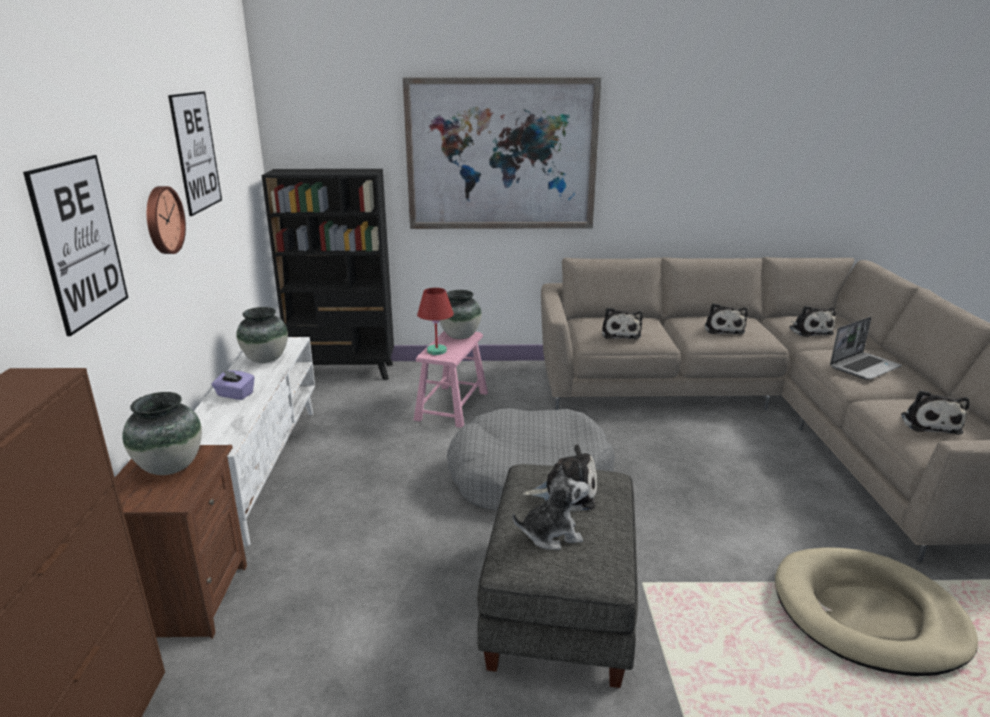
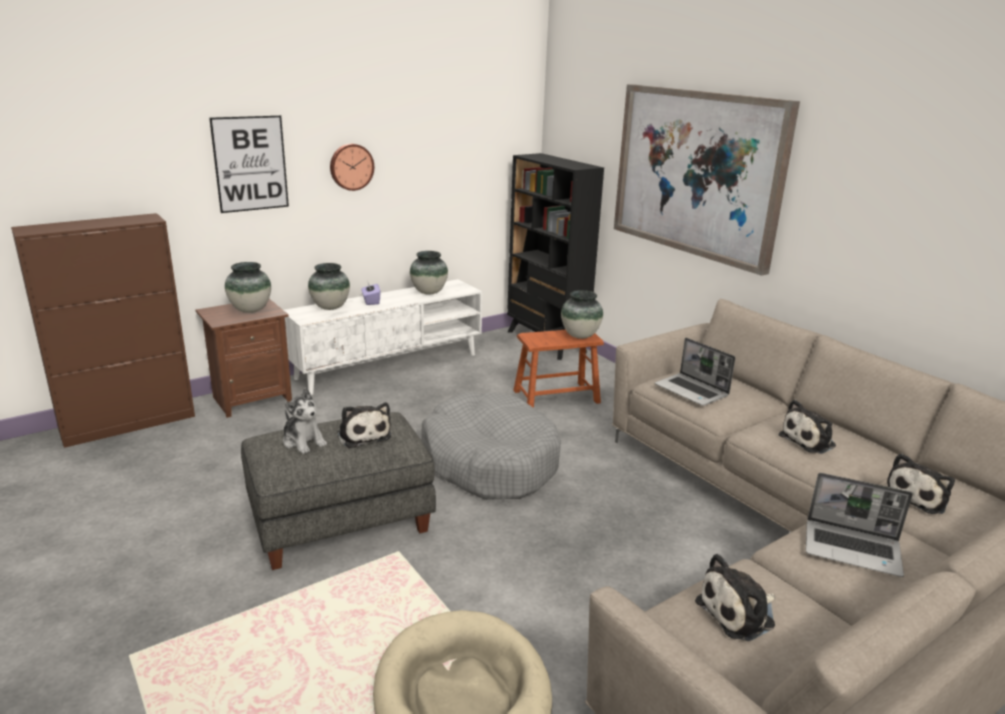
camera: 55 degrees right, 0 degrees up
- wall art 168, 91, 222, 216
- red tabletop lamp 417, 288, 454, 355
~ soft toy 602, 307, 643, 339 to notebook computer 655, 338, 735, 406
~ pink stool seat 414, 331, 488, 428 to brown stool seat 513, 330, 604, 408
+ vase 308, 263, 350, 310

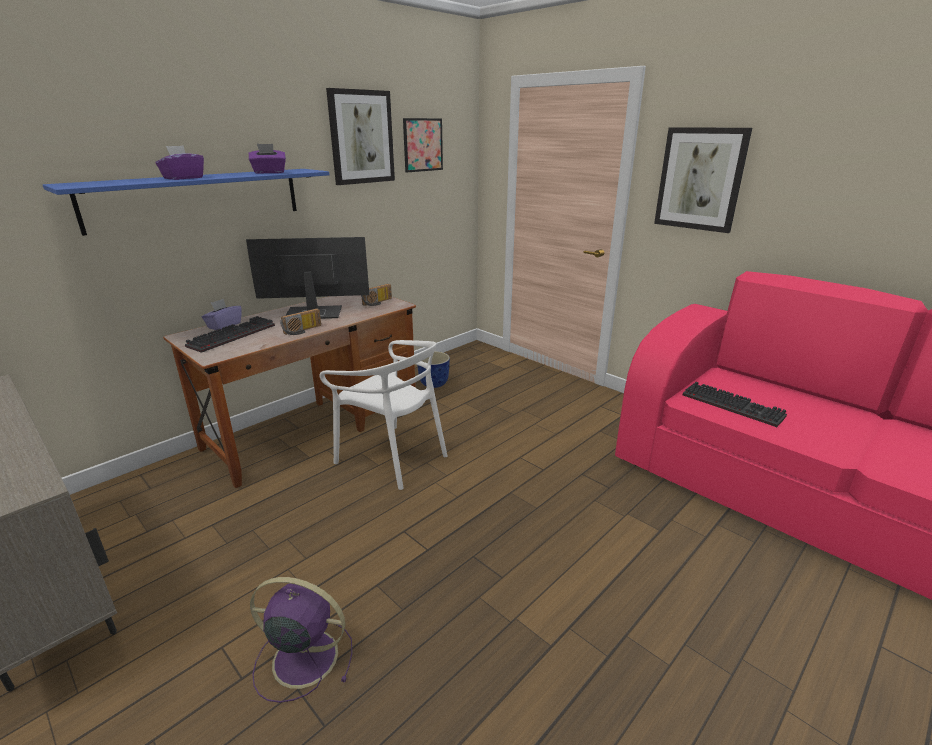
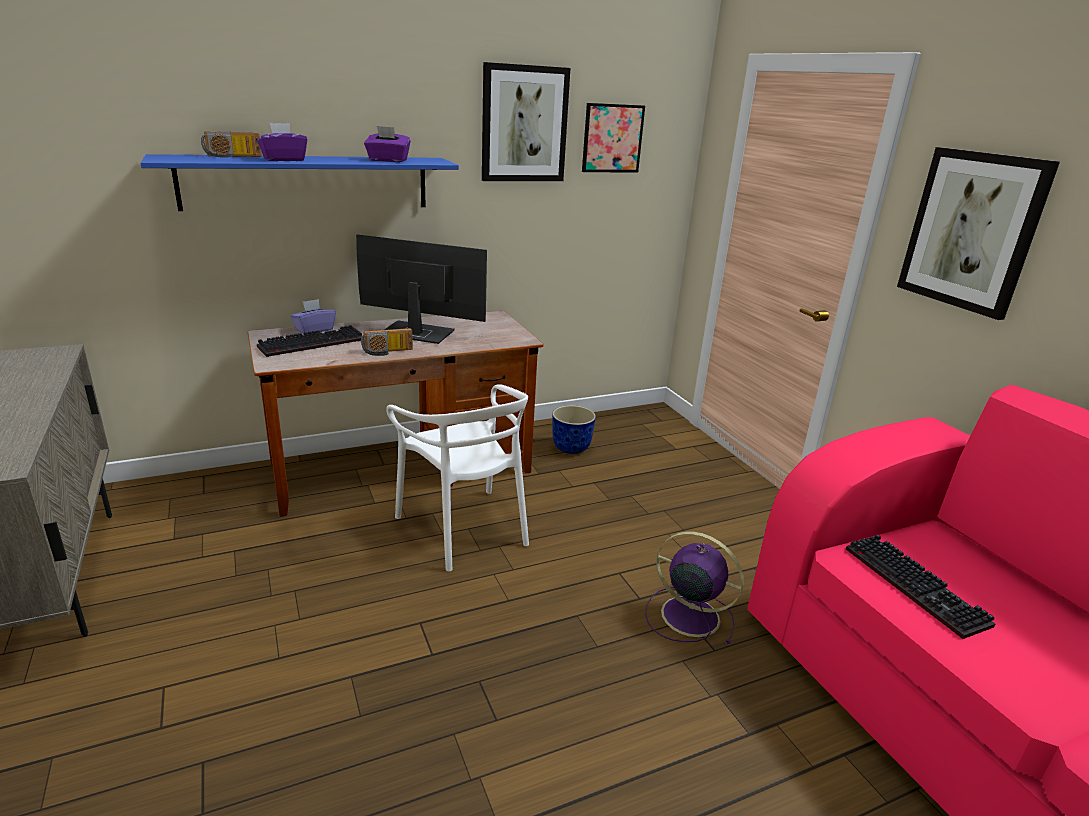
camera: 20 degrees right, 0 degrees up
~ radio receiver 361, 284, 392, 306 to 201, 131, 262, 157
~ purple fan 250, 577, 352, 703 to 645, 531, 744, 644

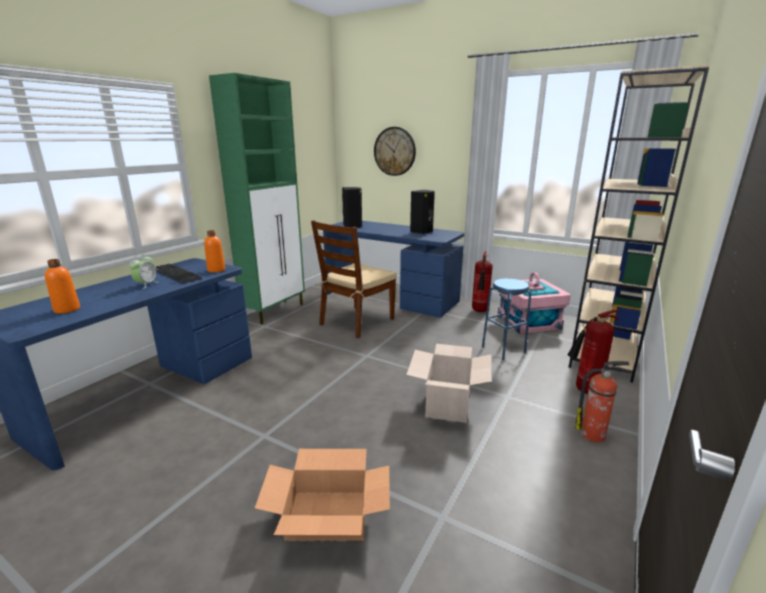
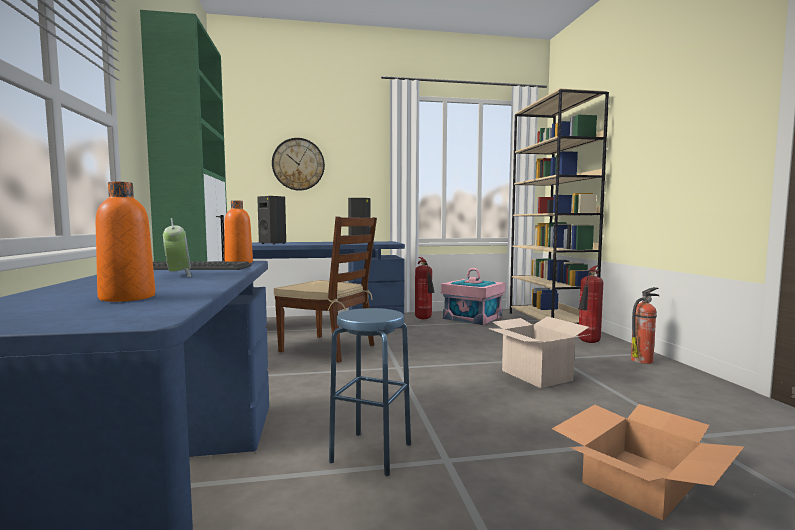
camera: 40 degrees left, 15 degrees down
~ brown upright chair 311, 220, 397, 338 = 274, 217, 377, 363 60 degrees counterclockwise
~ blue stool seat 482, 279, 531, 360 to 329, 308, 411, 476

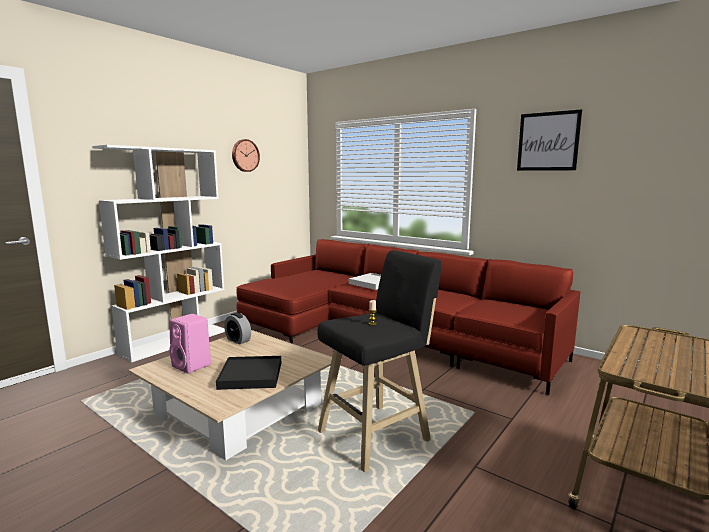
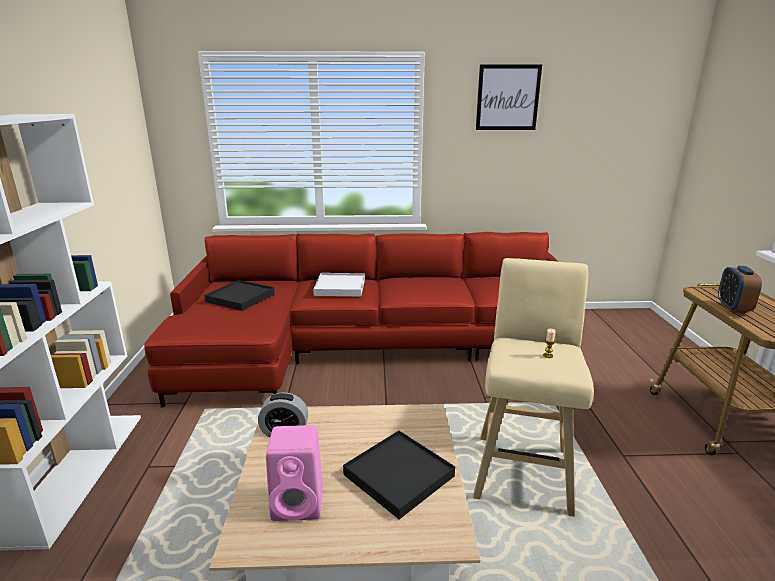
camera: 40 degrees left, 10 degrees up
- clock on the wall 232, 139, 260, 172
~ black stool seat 317, 250, 441, 473 to beige stool seat 473, 258, 594, 517
+ alarm clock 718, 266, 762, 313
+ black carrying tray 204, 280, 275, 311

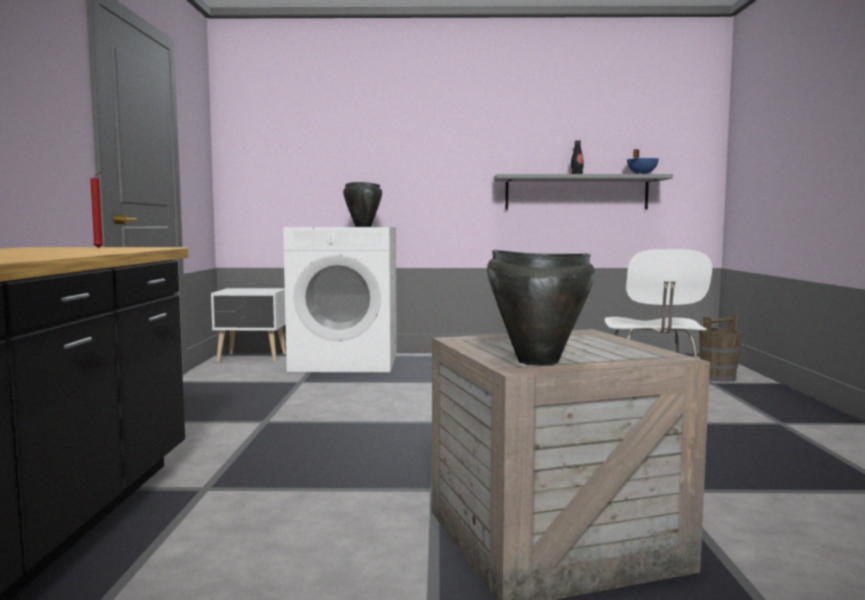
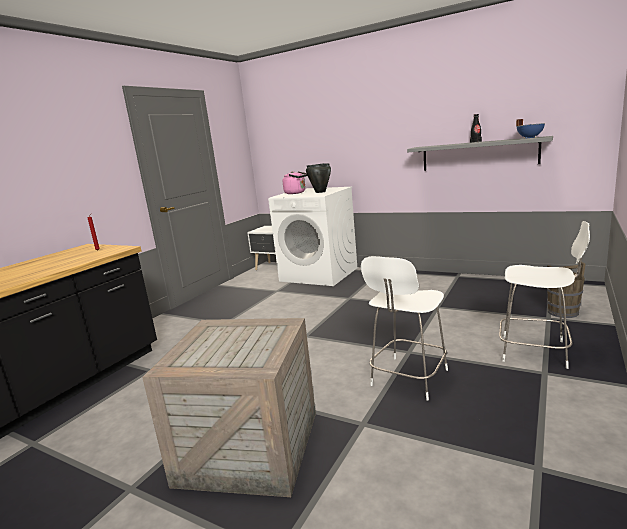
camera: 30 degrees right, 10 degrees up
- black saucepot 487, 250, 595, 366
+ pink water kettle 282, 171, 307, 194
+ white-coloured stool seat 499, 221, 590, 369

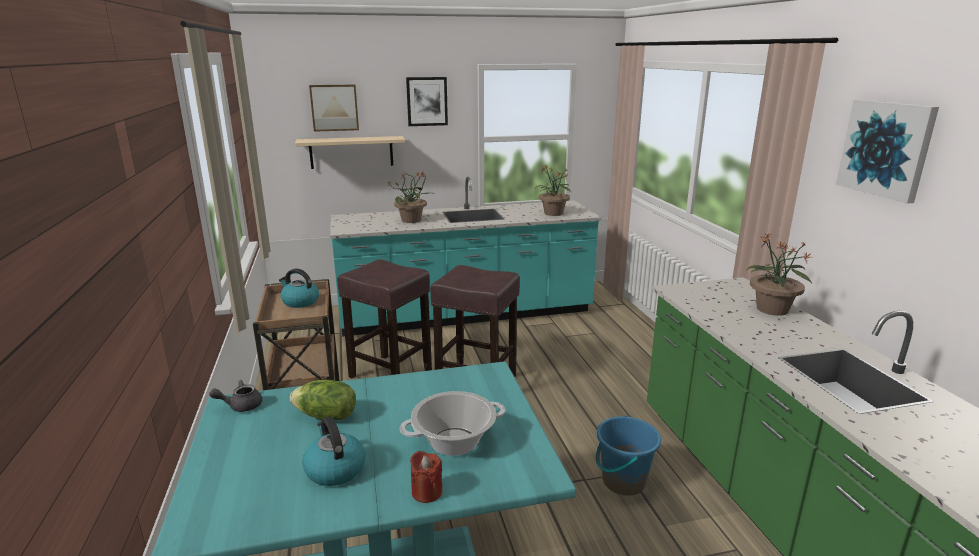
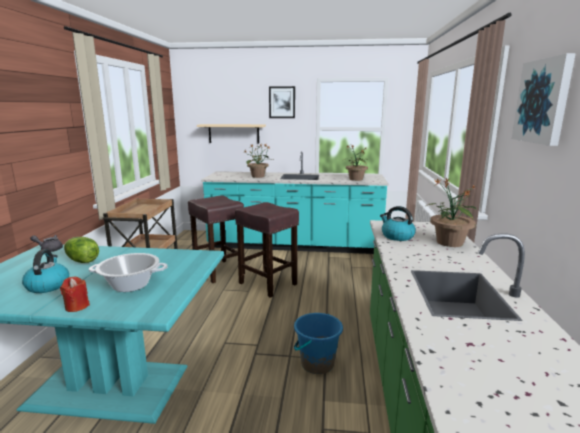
camera: 20 degrees right, 5 degrees down
- wall art 309, 84, 359, 132
~ water kettle 279, 269, 319, 308 to 380, 206, 416, 241

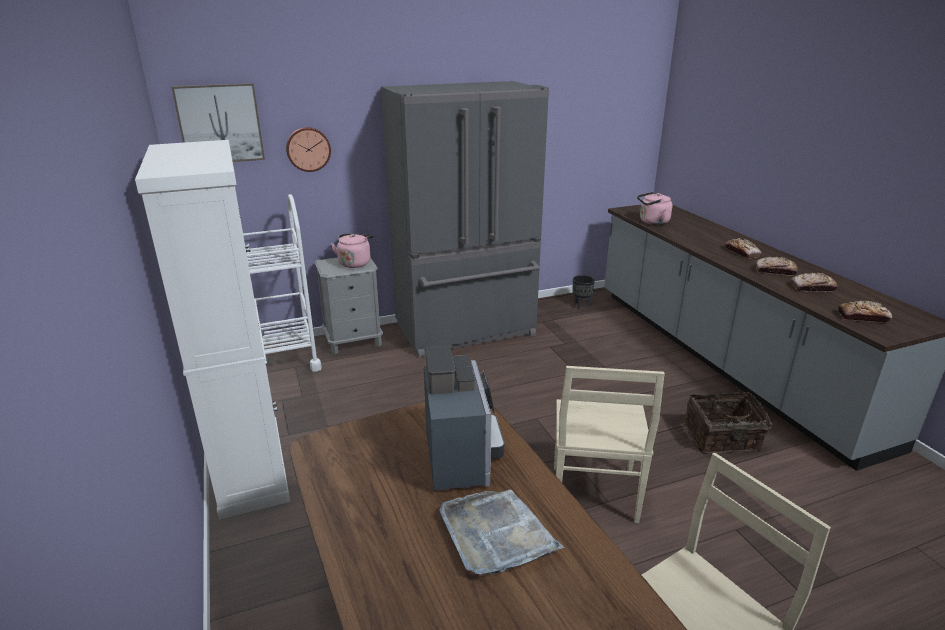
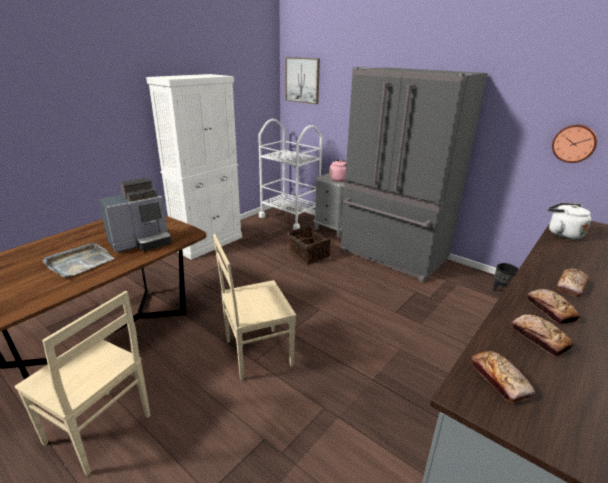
camera: 60 degrees right, 0 degrees up
~ clock on the wall 286, 127, 331, 172 to 552, 125, 597, 163
~ pink water kettle 637, 192, 673, 225 to white-coloured water kettle 548, 203, 591, 239
~ storage basket 684, 392, 774, 454 to 288, 226, 331, 264

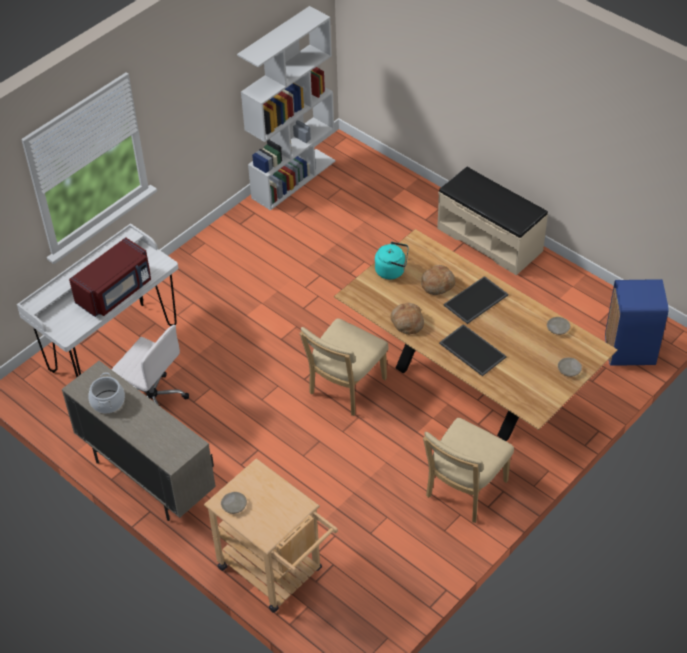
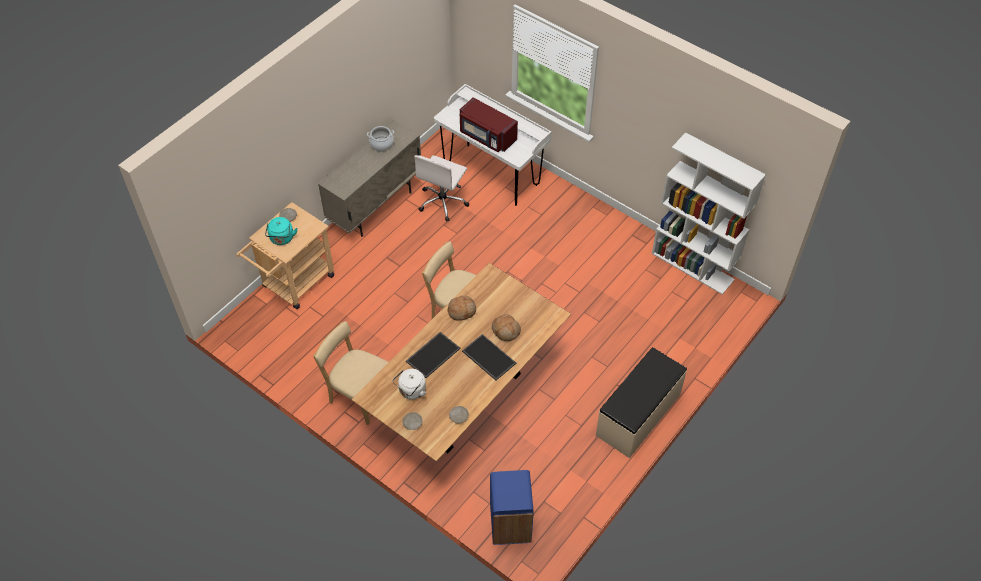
camera: 85 degrees right, 5 degrees up
~ blue-green water kettle 375, 242, 409, 279 to 265, 217, 298, 245
+ white-coloured water kettle 392, 369, 426, 400

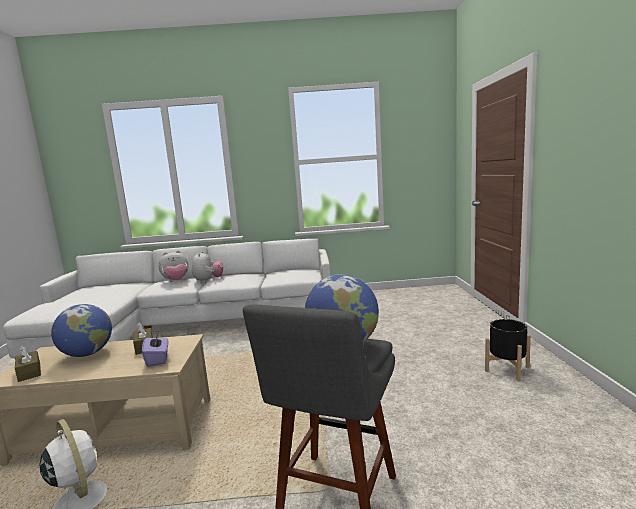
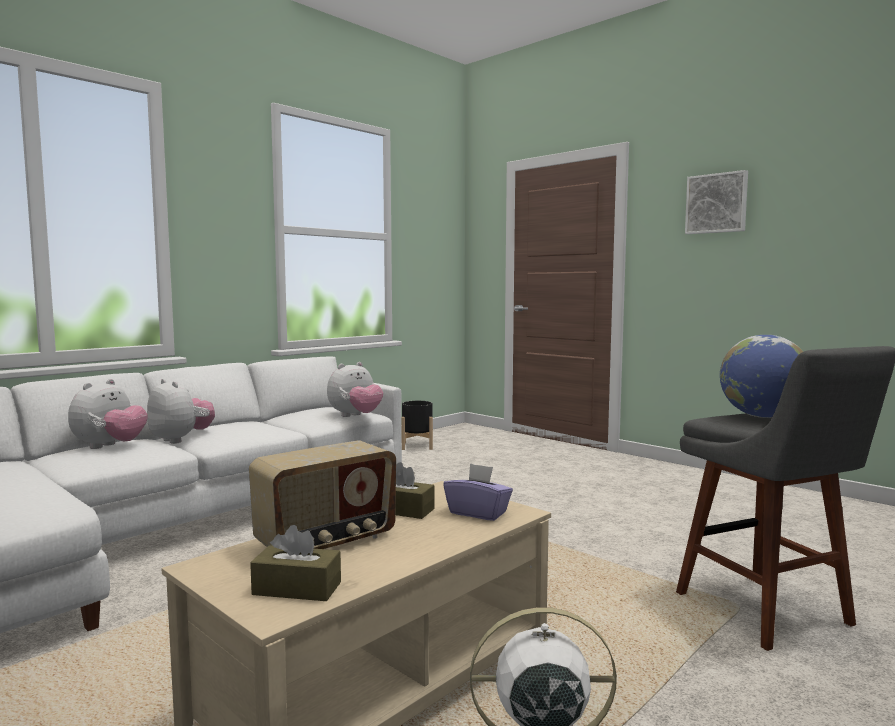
camera: 45 degrees left, 5 degrees down
~ desk globe 51, 304, 112, 357 to radio receiver 249, 440, 396, 549
~ black plant pot 485, 319, 531, 381 to 401, 401, 433, 450
+ wall art 685, 170, 748, 234
+ soft toy 327, 362, 383, 417

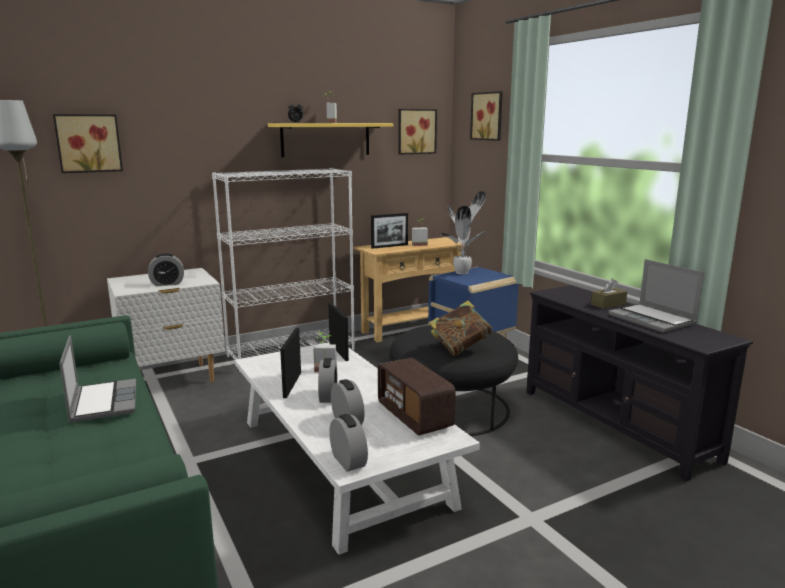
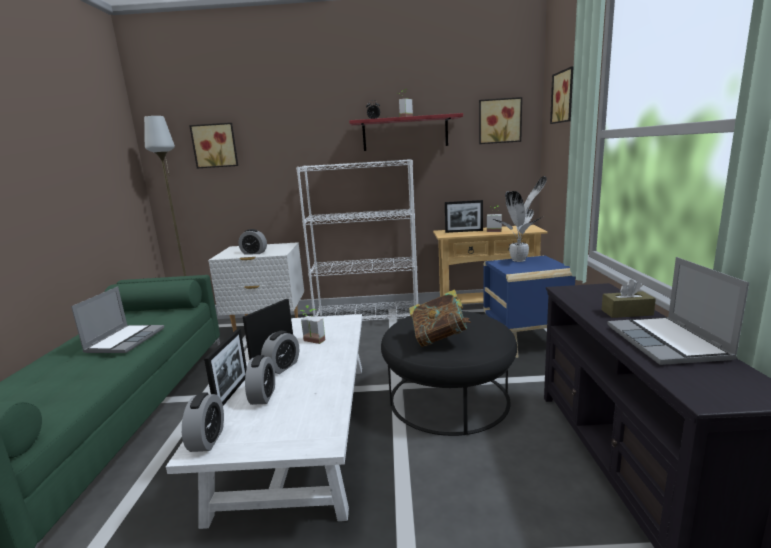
camera: 30 degrees right, 0 degrees up
~ yellowish shelf 268, 123, 393, 157 to red shelf 349, 113, 463, 151
~ photo frame 328, 303, 349, 361 to 204, 329, 247, 406
- radio receiver 378, 358, 456, 436

